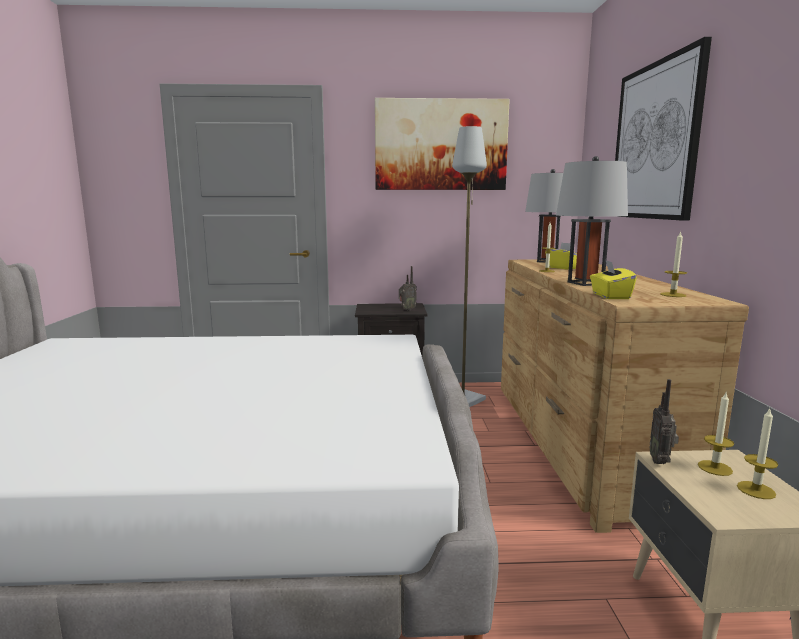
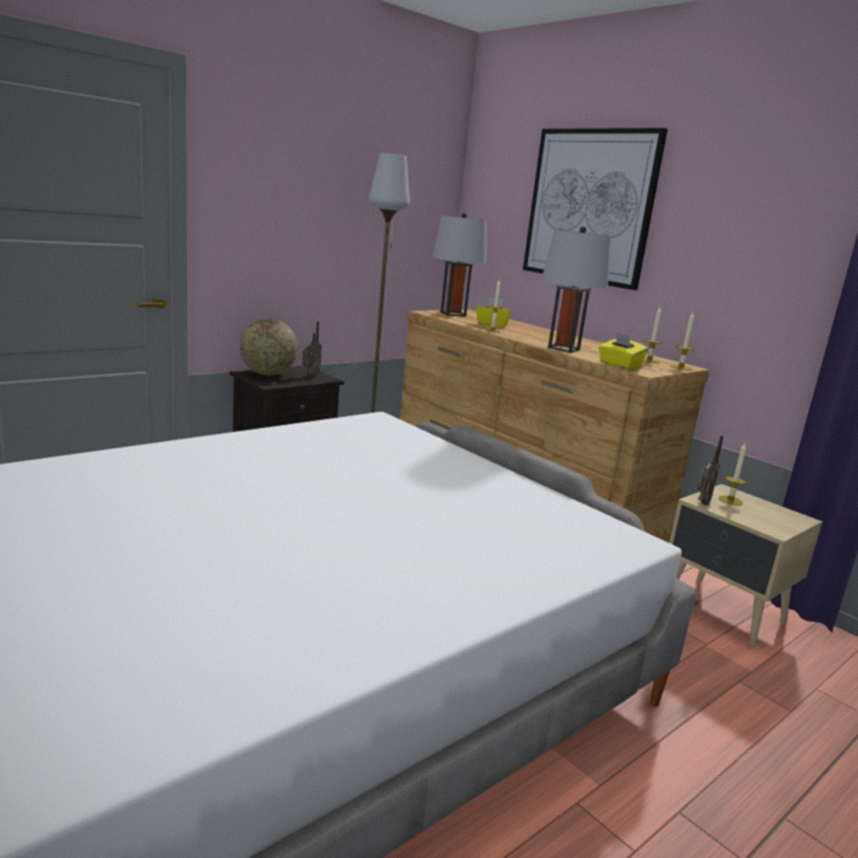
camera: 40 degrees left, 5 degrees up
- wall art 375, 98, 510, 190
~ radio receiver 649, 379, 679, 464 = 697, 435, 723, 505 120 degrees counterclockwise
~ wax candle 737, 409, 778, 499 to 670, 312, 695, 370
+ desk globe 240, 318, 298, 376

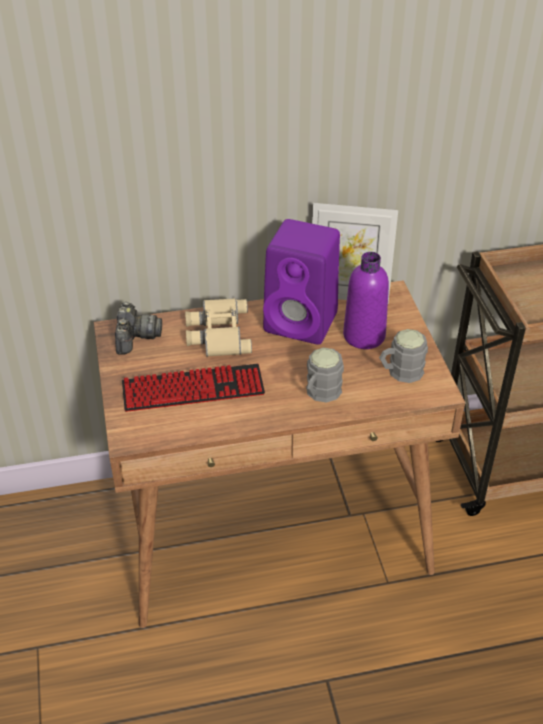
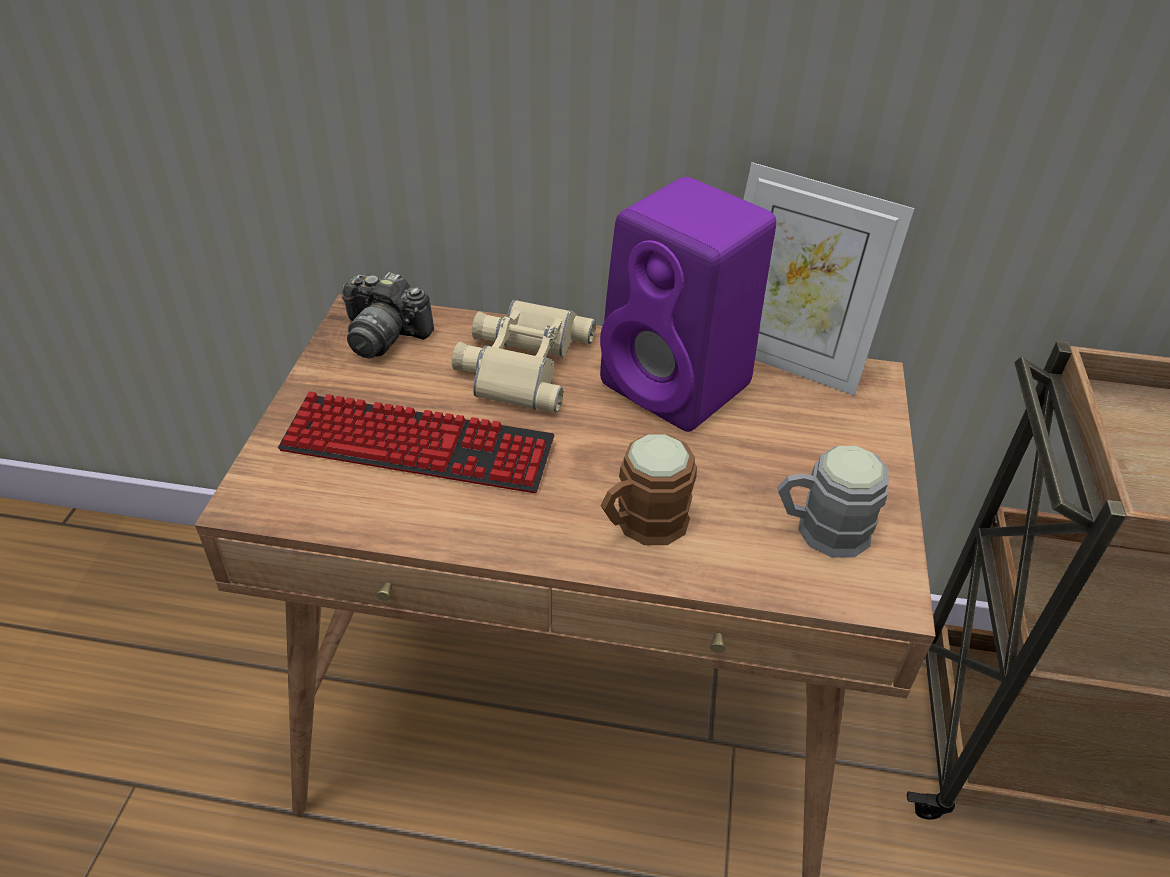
camera: 20 degrees right, 0 degrees up
- purple drink bottle 343, 252, 389, 349
~ still camera 115, 302, 162, 355 = 342, 272, 434, 359 90 degrees clockwise
~ greyish coffee mug 306, 348, 344, 403 to brown coffee mug 600, 434, 697, 545

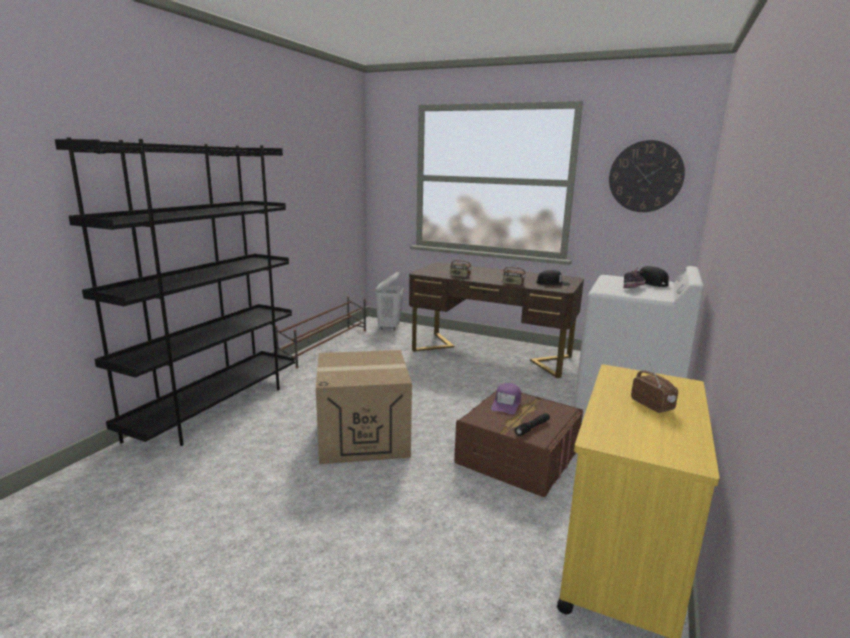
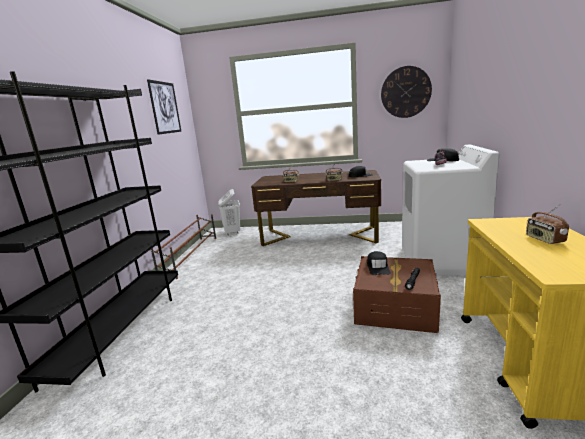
camera: 15 degrees left, 0 degrees up
- carton 316, 350, 412, 464
~ radio receiver 631, 362, 678, 413 = 526, 204, 569, 244 150 degrees counterclockwise
~ purple baseball cap 491, 383, 521, 414 to black baseball cap 367, 251, 391, 275
+ wall art 147, 79, 181, 135

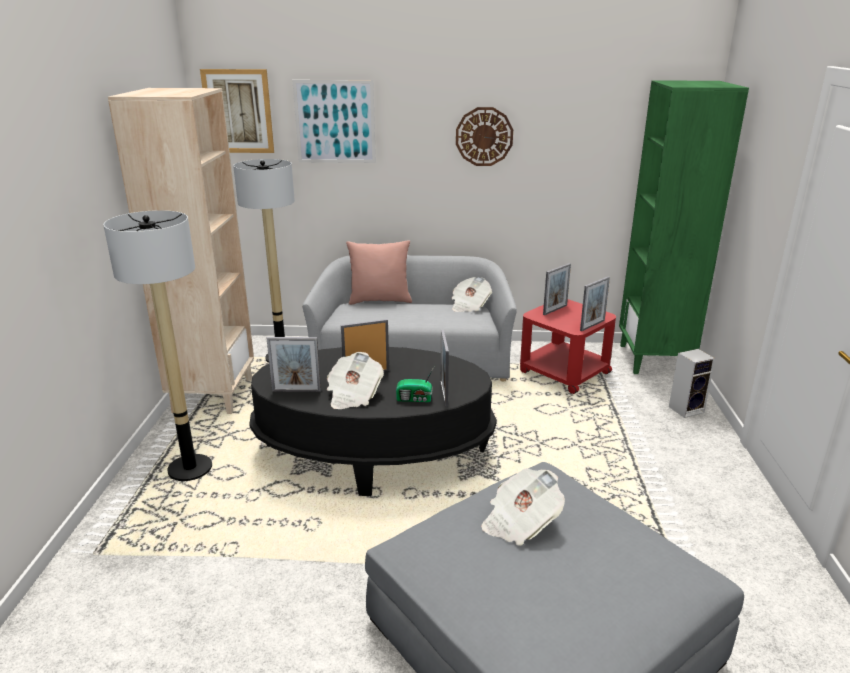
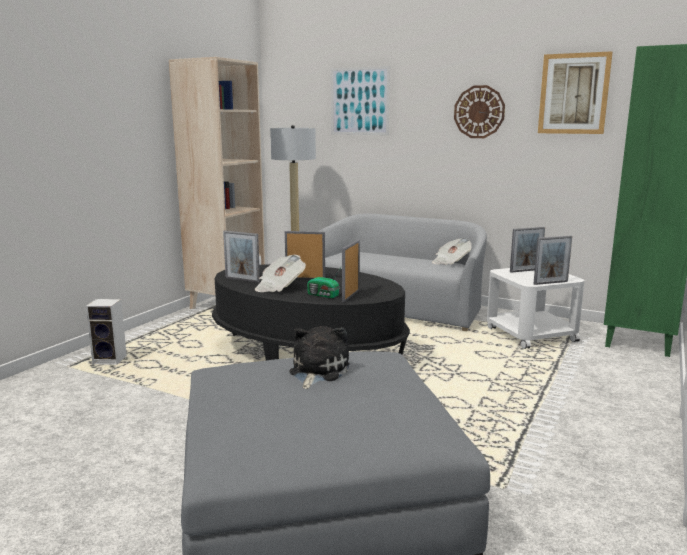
camera: 25 degrees right, 10 degrees down
~ wall art 200, 69, 274, 153 to 538, 51, 613, 134
- standard lamp 103, 210, 212, 481
- pink pillow 346, 240, 412, 305
~ red side table 520, 299, 616, 394 to white-coloured side table 487, 268, 584, 349
~ audio speaker 669, 349, 715, 418 to 86, 299, 127, 365
~ printed paper 481, 468, 565, 546 to soft toy 289, 326, 350, 389

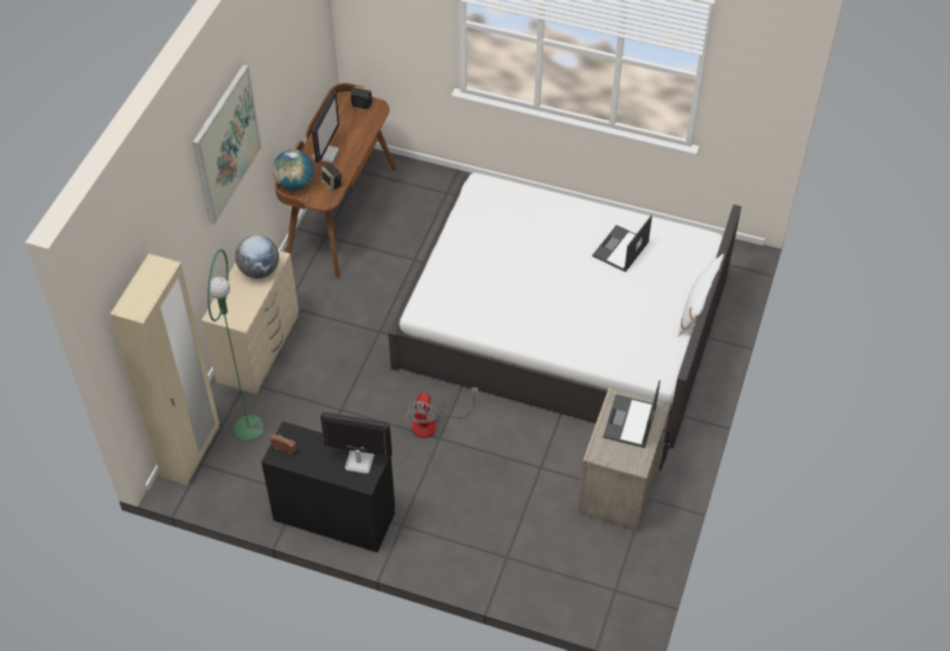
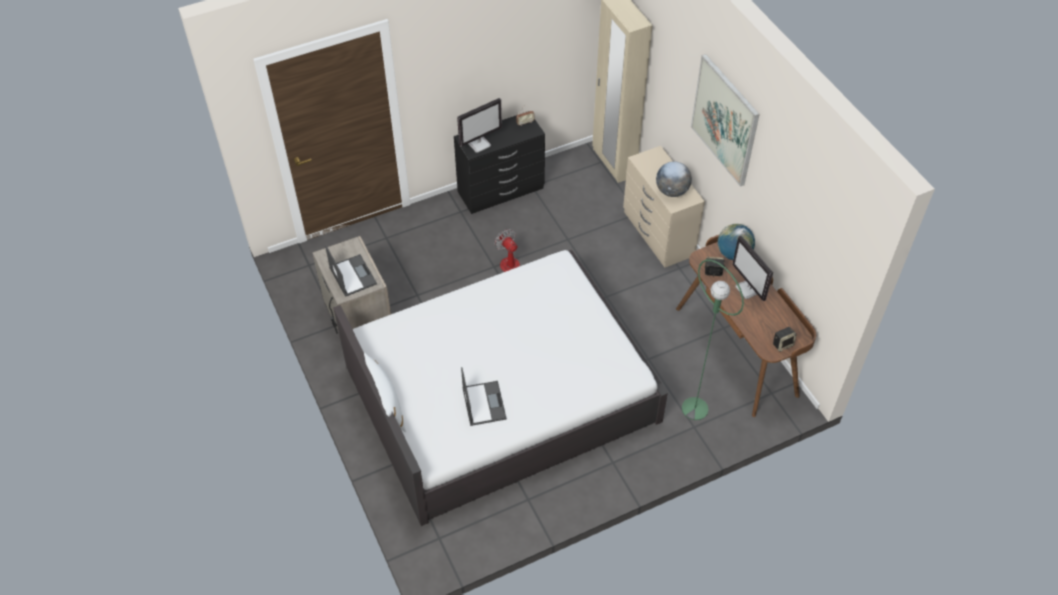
camera: 135 degrees right, 0 degrees up
~ greenish standard lamp 207, 249, 264, 441 to 682, 259, 744, 420

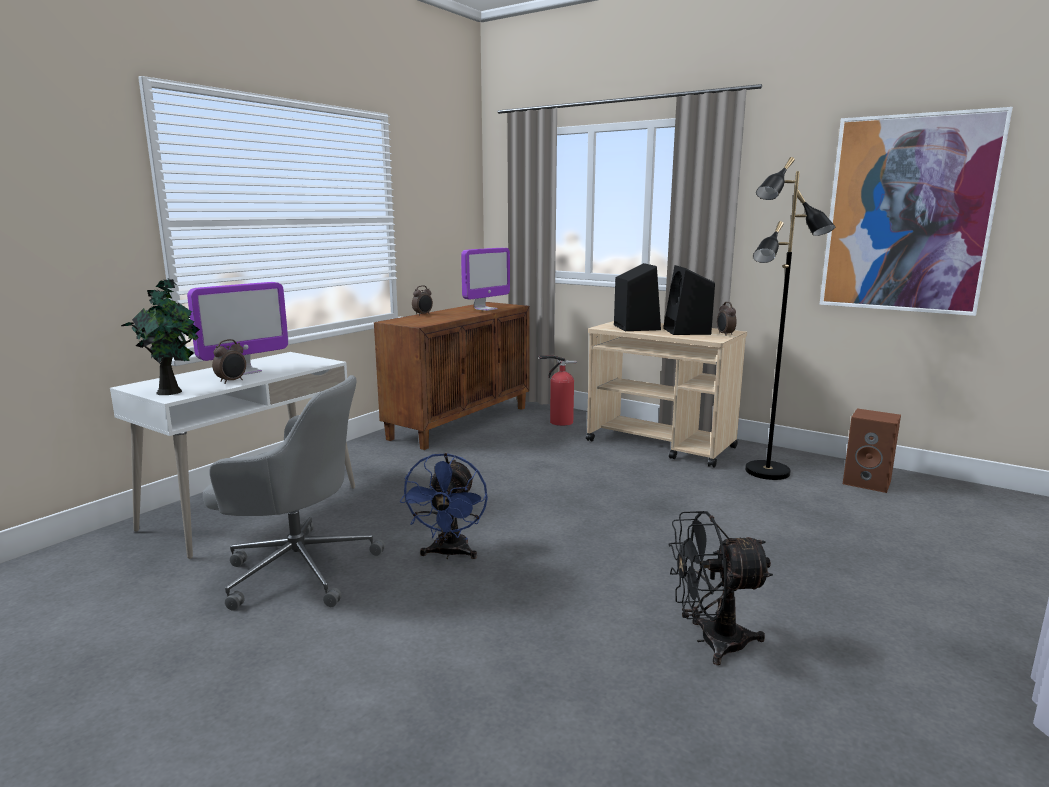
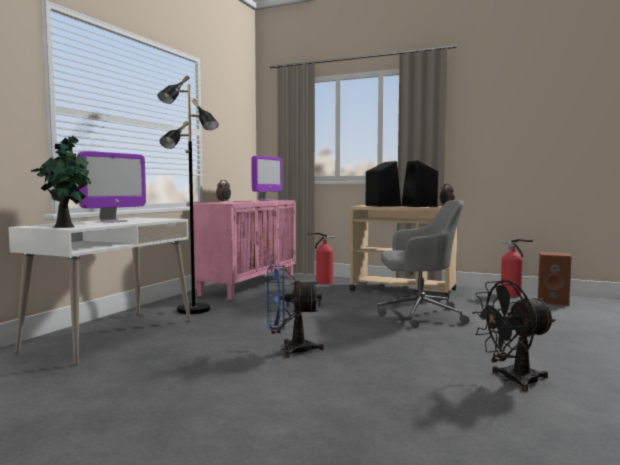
camera: 10 degrees left, 10 degrees down
- wall art 819, 107, 1013, 316
~ black standard lamp 745, 157, 835, 480 to 158, 75, 219, 314
~ brown cabinet 374, 302, 530, 450 to pink cabinet 193, 200, 296, 300
- alarm clock 212, 339, 246, 384
~ greyish desk chair 203, 375, 385, 610 to 377, 200, 469, 328
~ blue fan 400, 453, 488, 559 = 267, 265, 324, 358 90 degrees clockwise
+ fire-fighting cylinder 501, 239, 533, 297

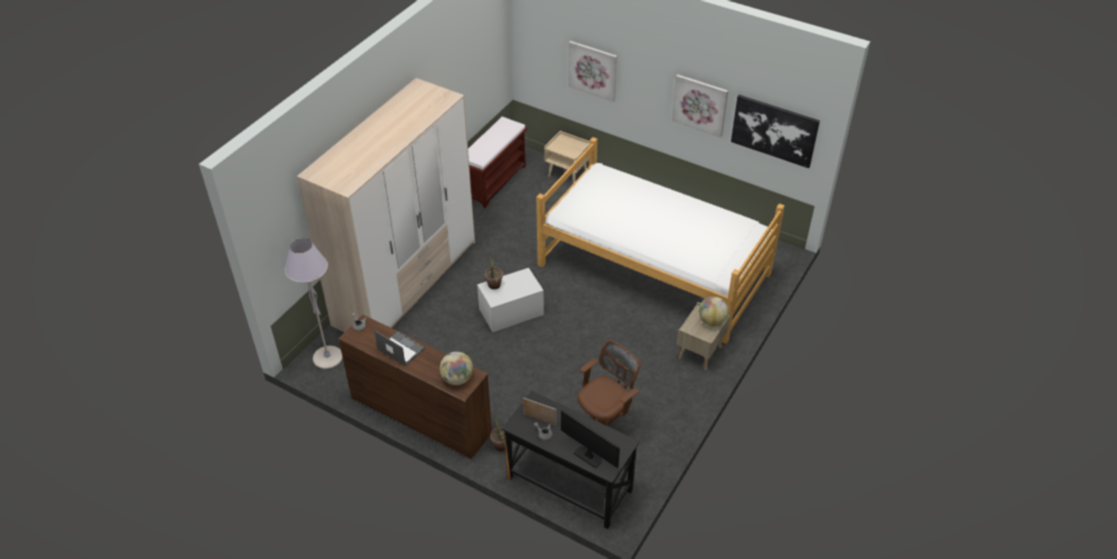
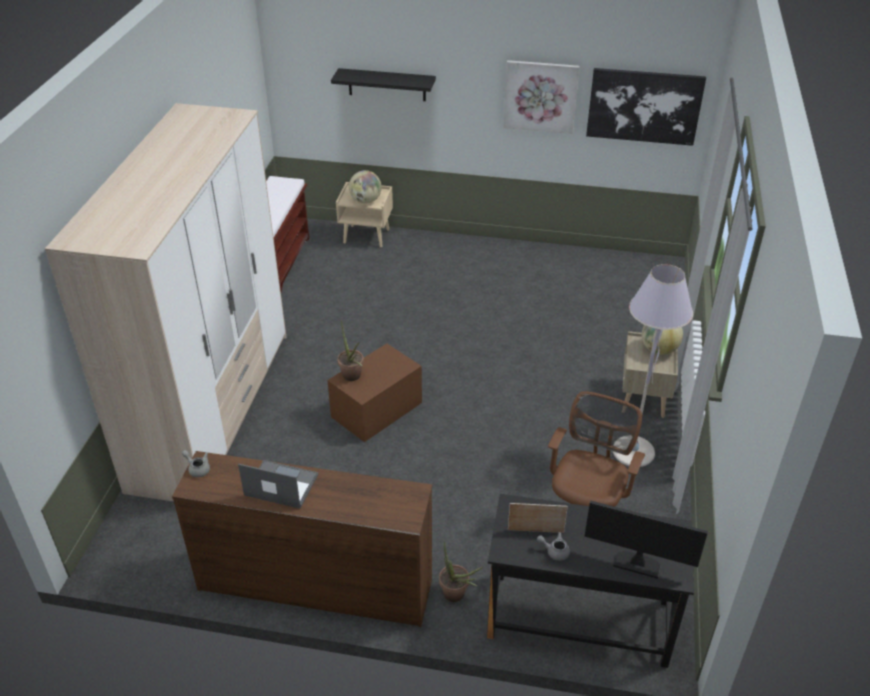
camera: 20 degrees left, 5 degrees down
~ wall art 568, 41, 617, 102 to black shelf 331, 68, 436, 101
- sleeping bed 536, 137, 785, 344
~ greyish standard lamp 285, 238, 343, 369 to 613, 264, 693, 467
~ white-coloured storage box 477, 268, 544, 332 to brown storage box 327, 344, 422, 442
~ desk globe 440, 352, 473, 385 to 349, 170, 382, 203

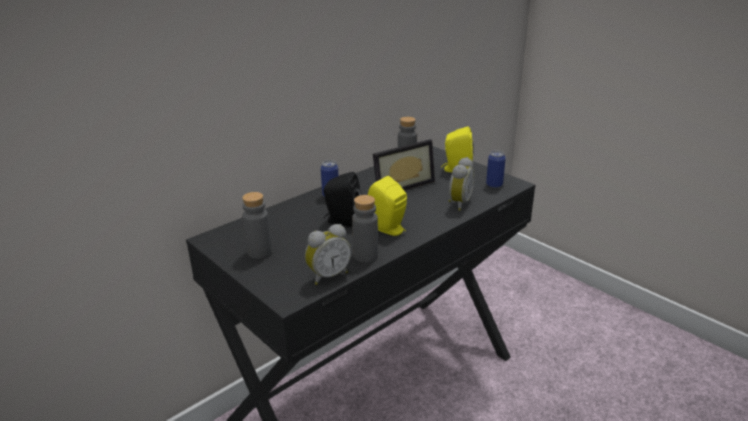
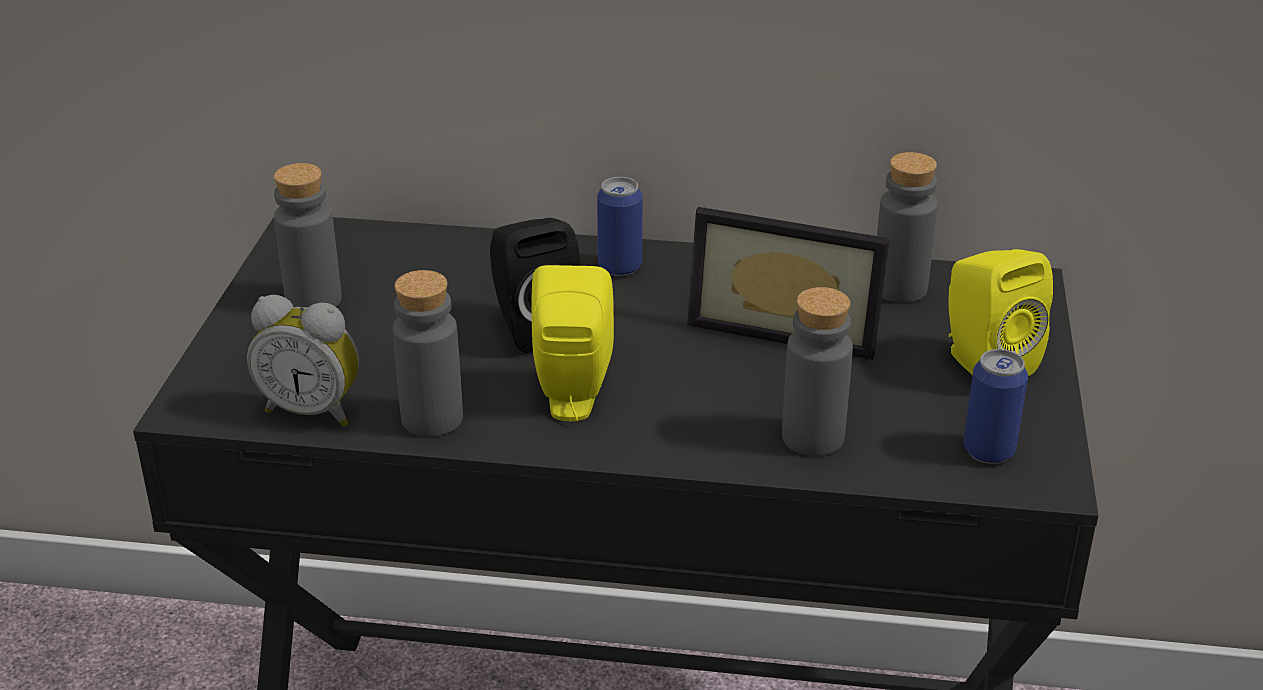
camera: 50 degrees right, 5 degrees up
~ alarm clock 449, 157, 475, 211 to greyish drink bottle 782, 287, 853, 456

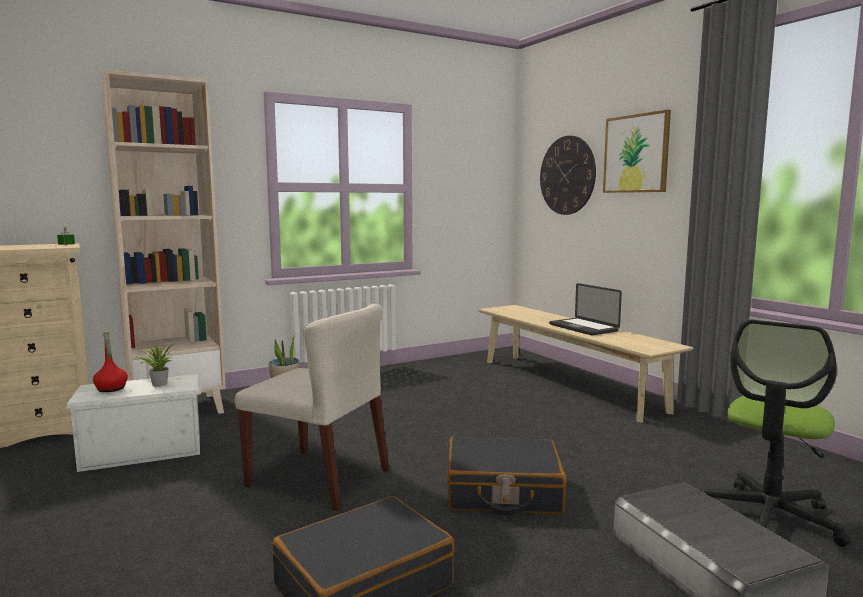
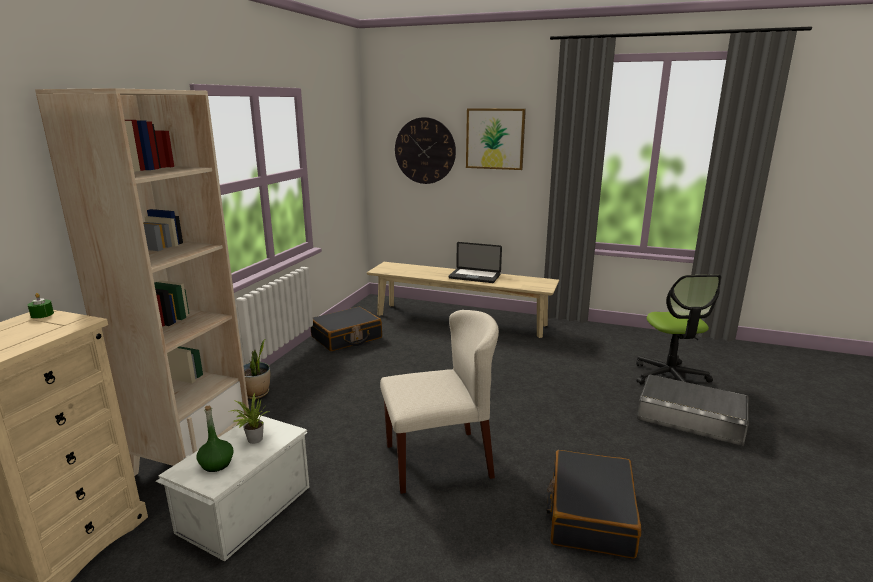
camera: 40 degrees left, 10 degrees up
~ red drink bottle 93, 331, 128, 392 to greenish drink bottle 196, 406, 233, 472
~ black piece of luggage 447, 437, 566, 515 to 311, 307, 382, 351

